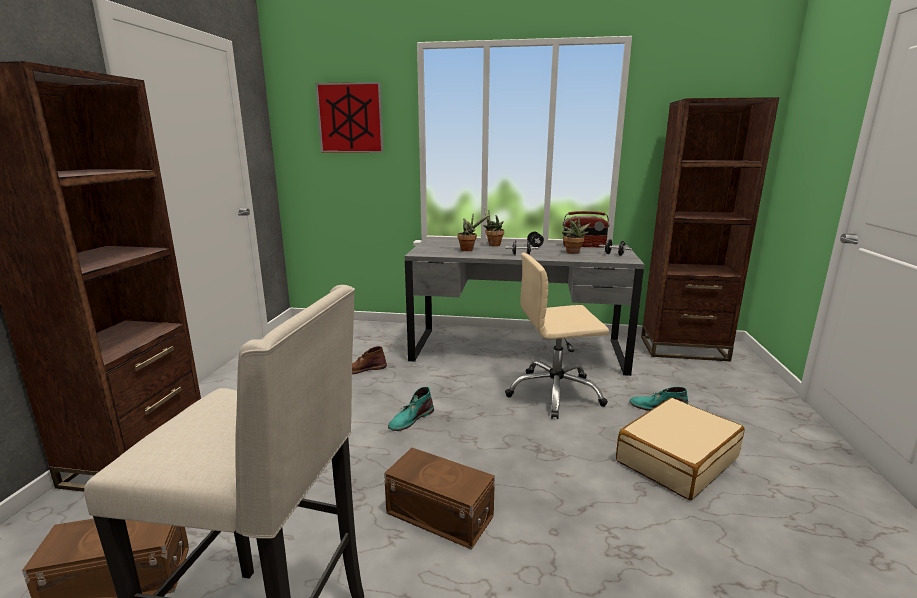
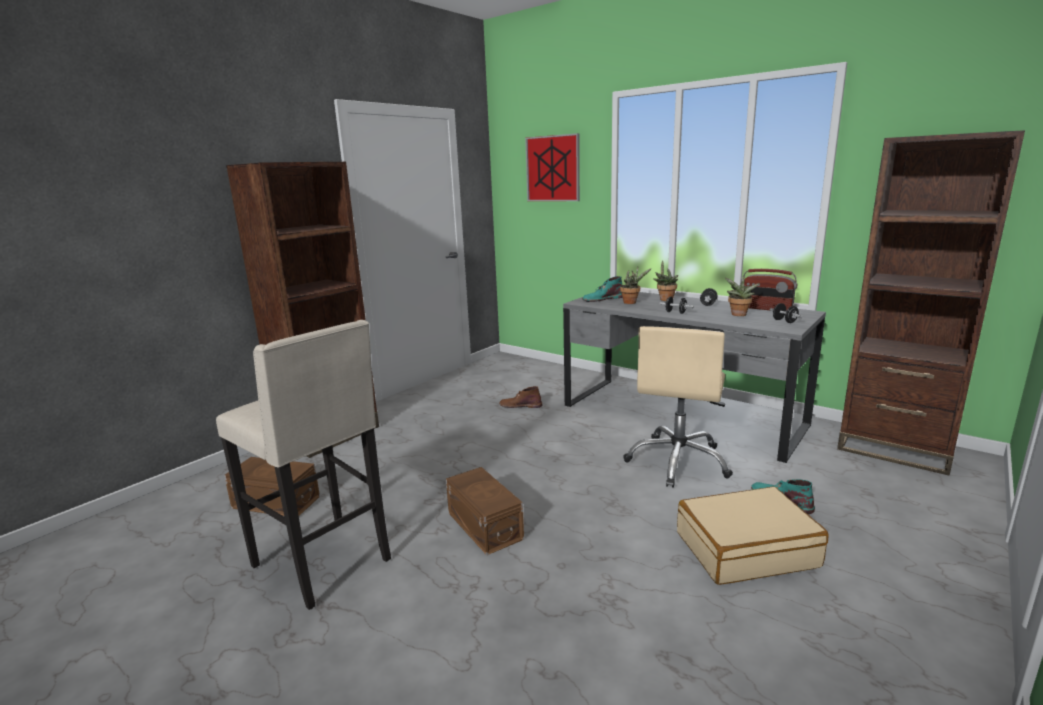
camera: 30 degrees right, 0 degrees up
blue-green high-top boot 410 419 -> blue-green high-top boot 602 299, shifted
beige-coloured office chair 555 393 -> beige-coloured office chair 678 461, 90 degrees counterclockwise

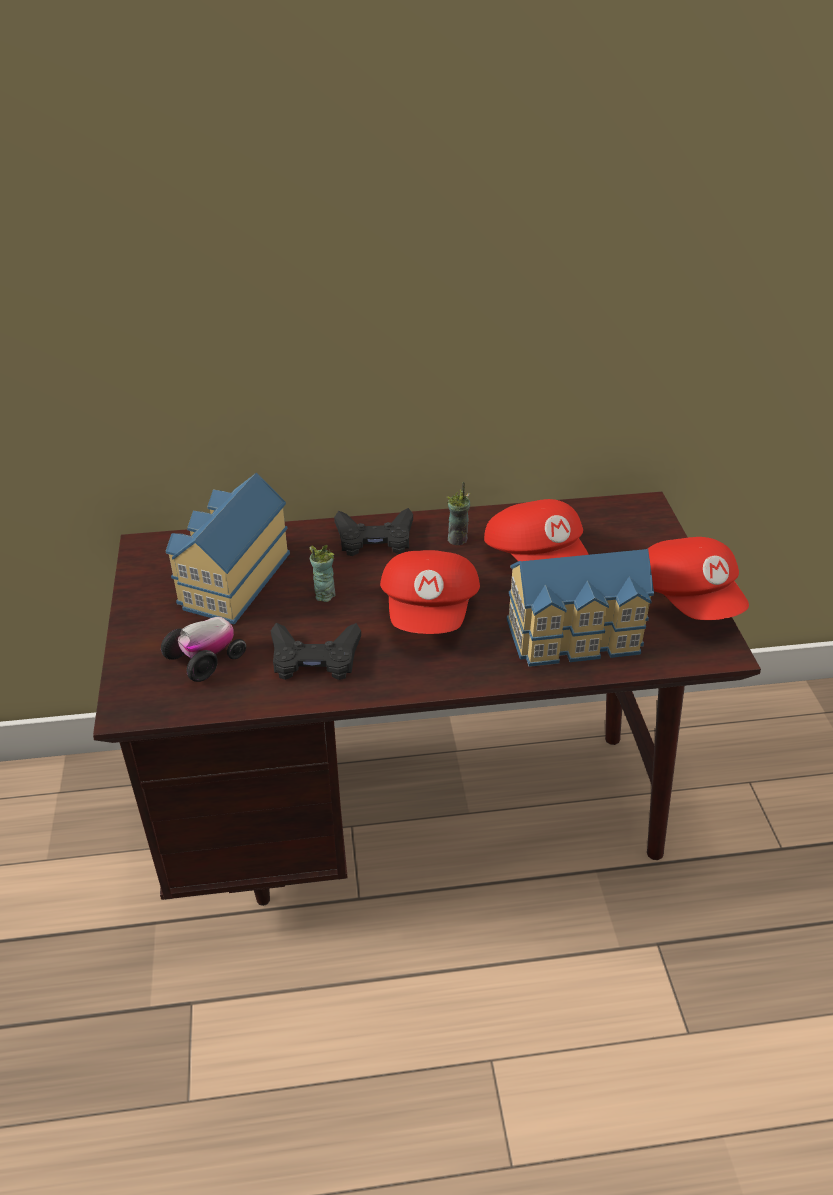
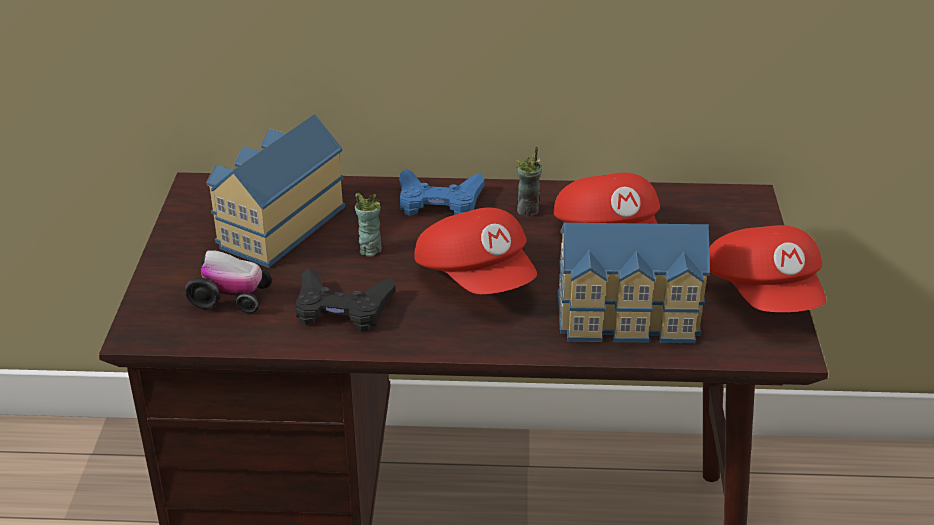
camera: 10 degrees right, 5 degrees down
miniature car 206 659 -> miniature car 231 297, 45 degrees clockwise
black game controller 374 539 -> blue game controller 439 201
red baseball cap 431 612 -> red baseball cap 477 277, 45 degrees counterclockwise

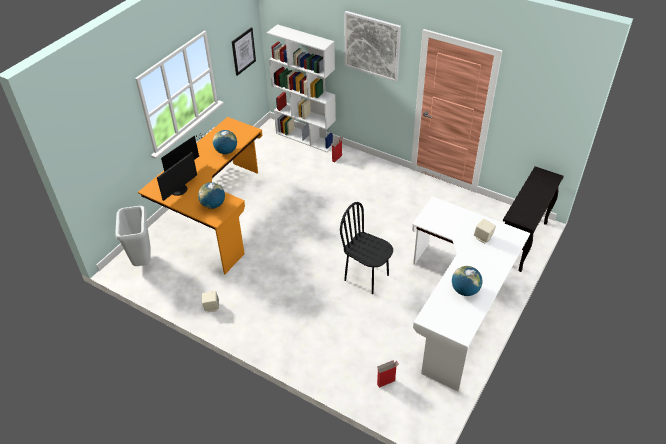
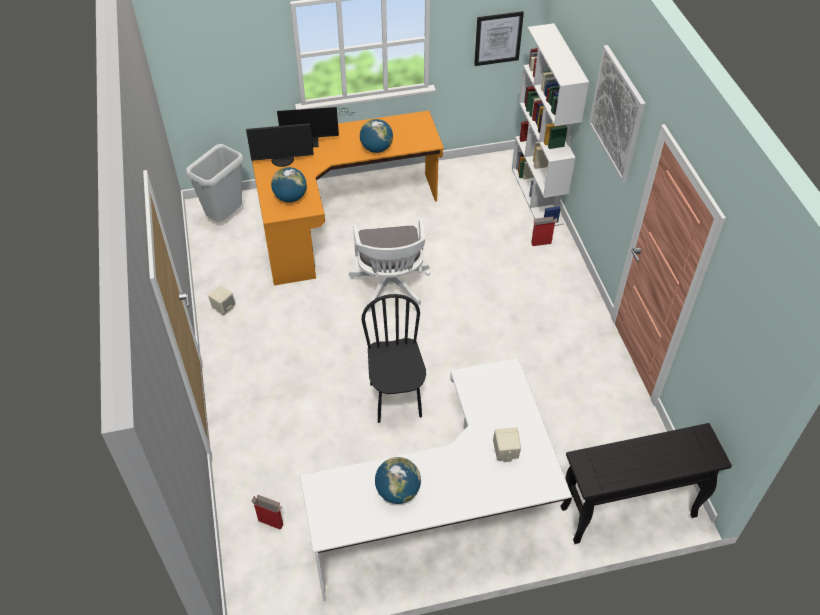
camera: 45 degrees right, 5 degrees up
none -> white office chair 391 288

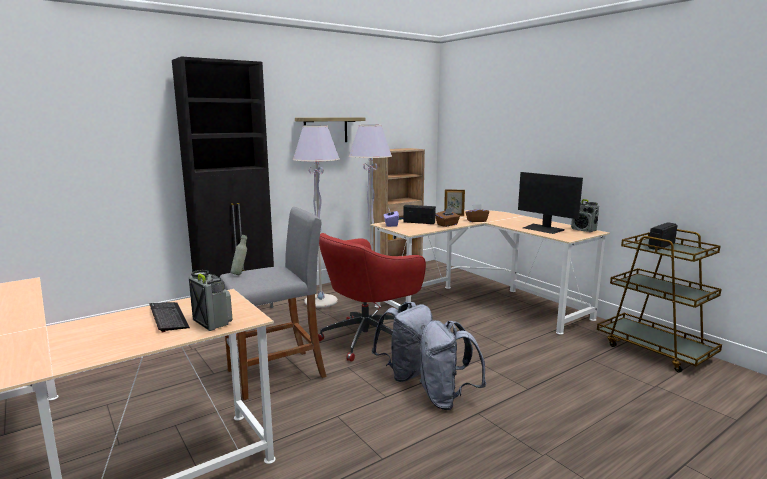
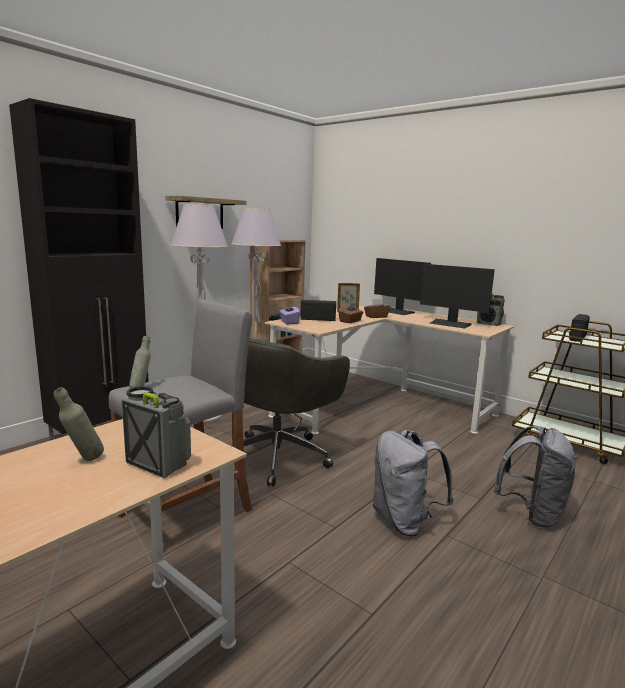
camera: 15 degrees left, 0 degrees up
computer keyboard 168 317 -> greyish beverage bottle 83 461
red office chair 368 338 -> greyish office chair 279 455
greyish rucksack 406 373 -> greyish rucksack 532 513, shifted
none -> computer screen 396 311

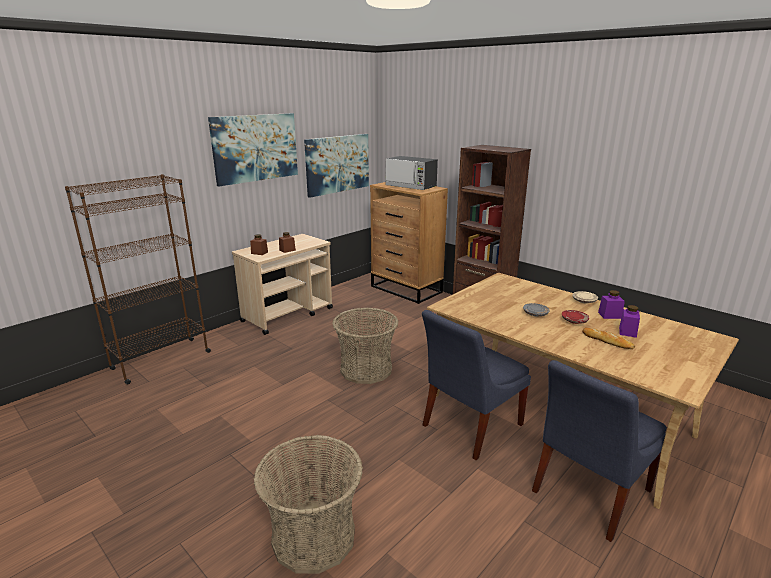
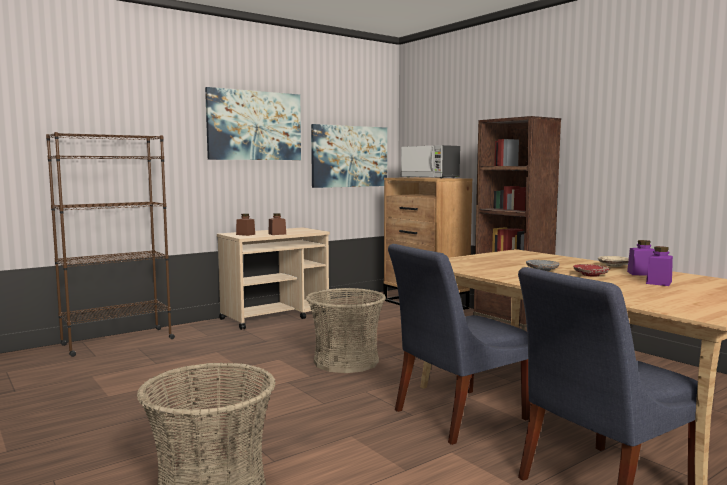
camera: 10 degrees right, 15 degrees down
bread 607 341 -> none

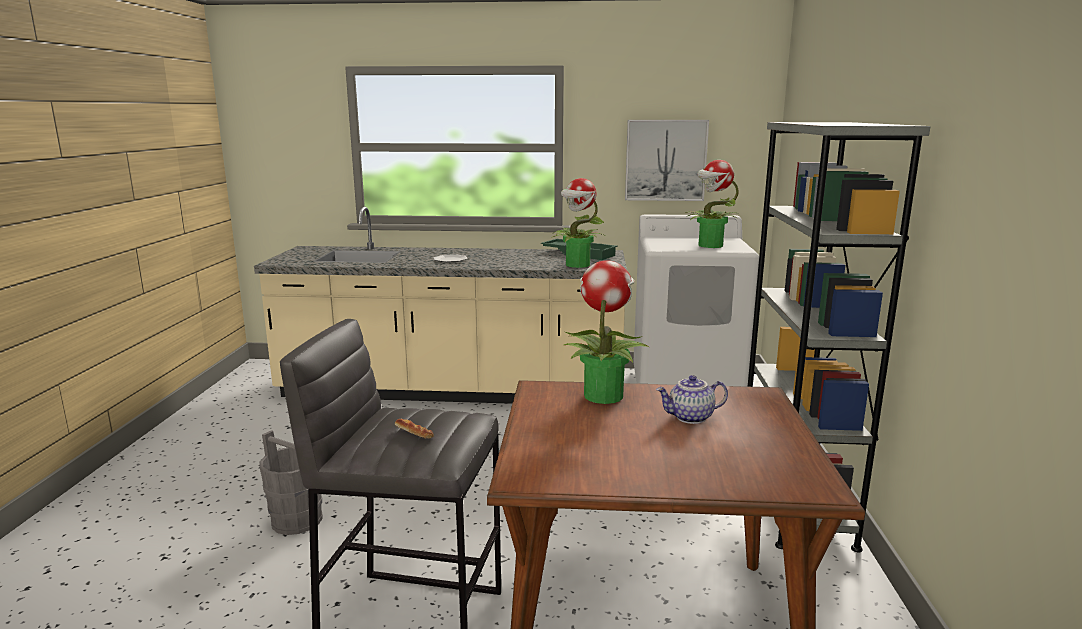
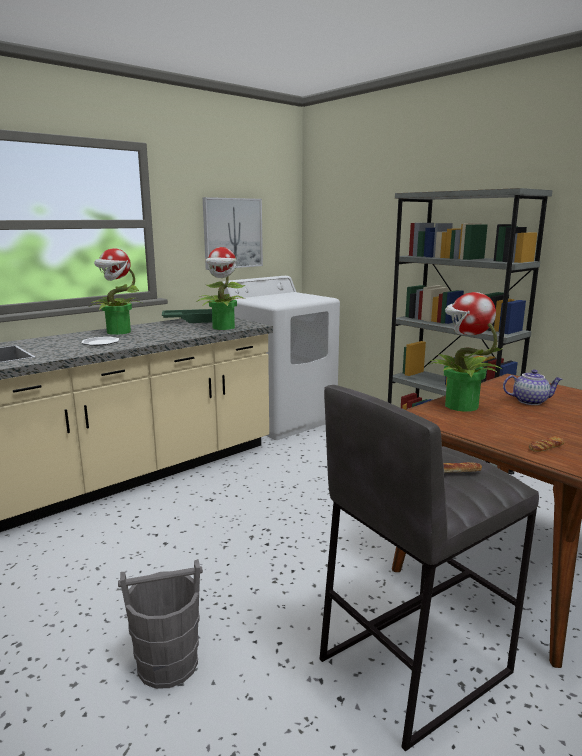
camera: 45 degrees left, 0 degrees up
pot for tea 690 418 -> pot for tea 530 401, 120 degrees counterclockwise
houseplant 709 245 -> houseplant 118 332, shifted
none -> bread 546 447

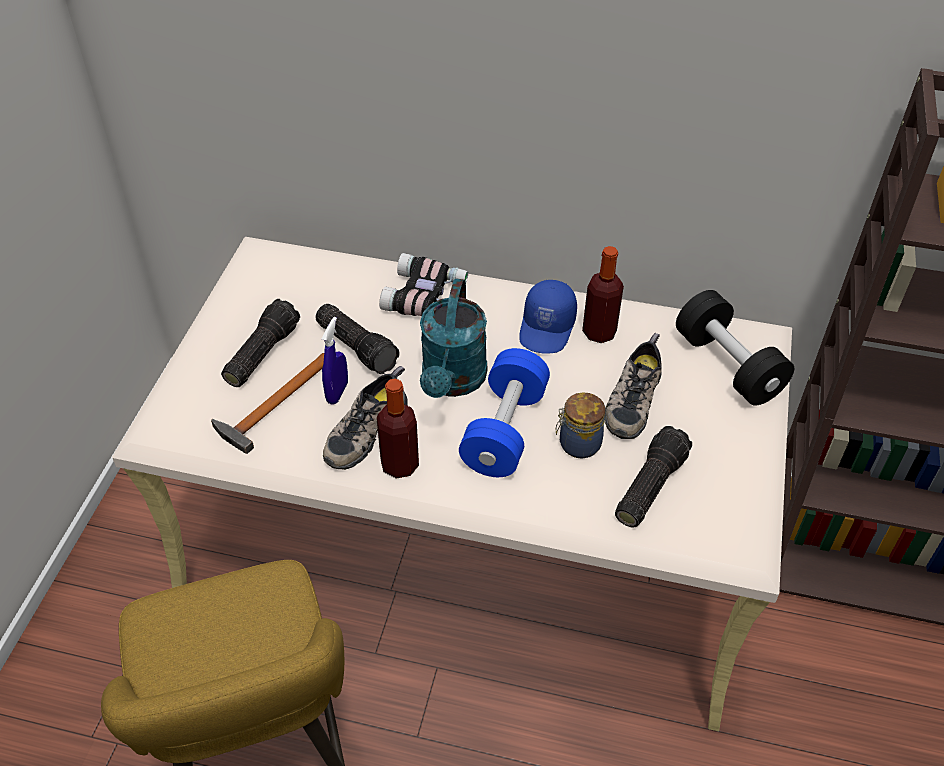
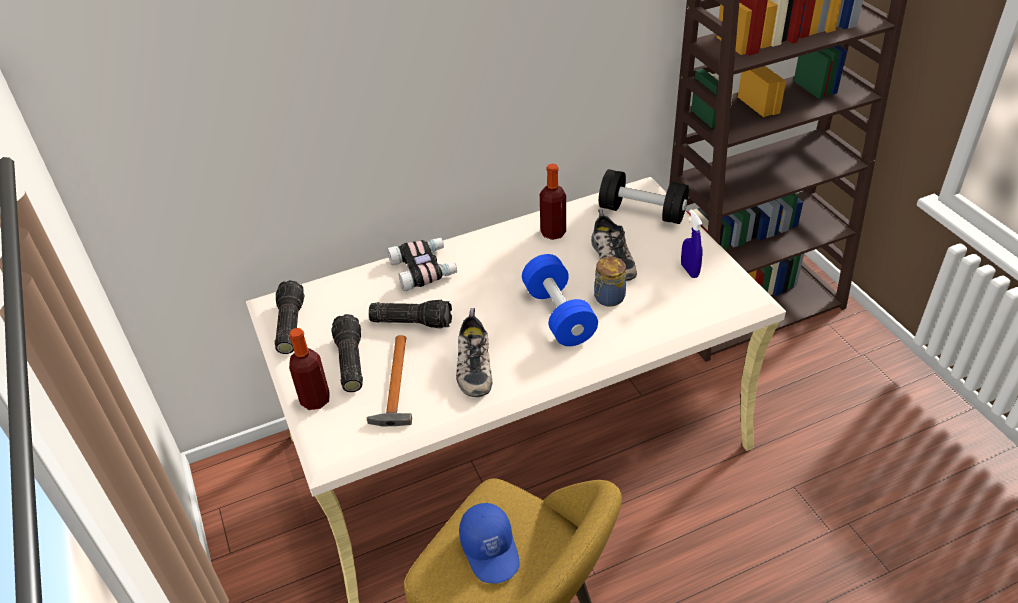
camera: 35 degrees left, 5 degrees down
blue sprayer 337 393 -> blue sprayer 689 270, shifted
beverage bottle 399 465 -> beverage bottle 315 400, shifted
blue-green watering pot 452 382 -> none
blue baseball cap 548 328 -> blue baseball cap 491 550, shifted
flashlight 648 485 -> flashlight 289 325, shifted

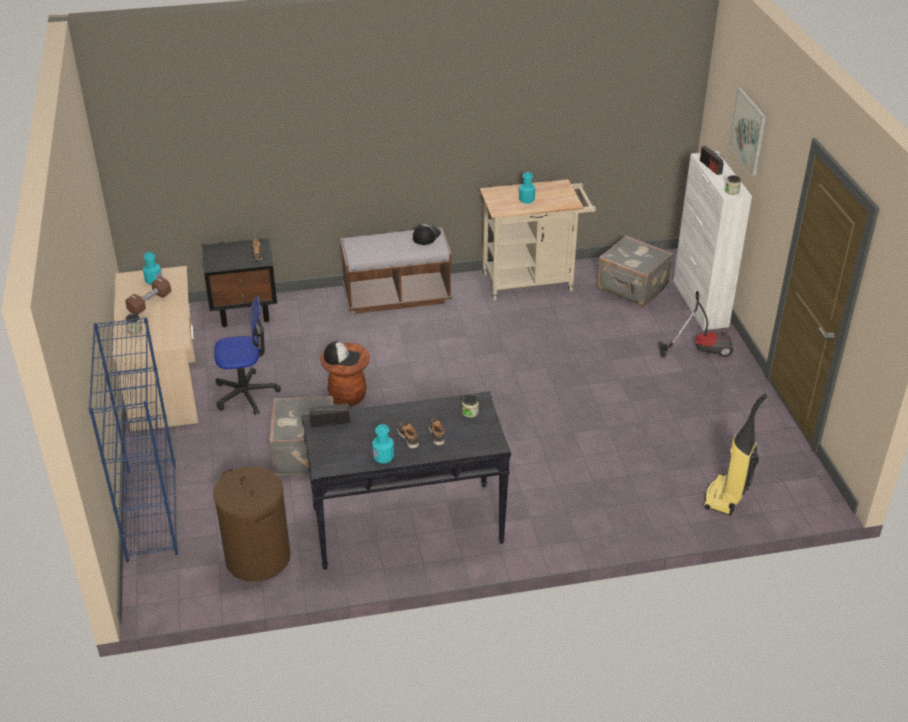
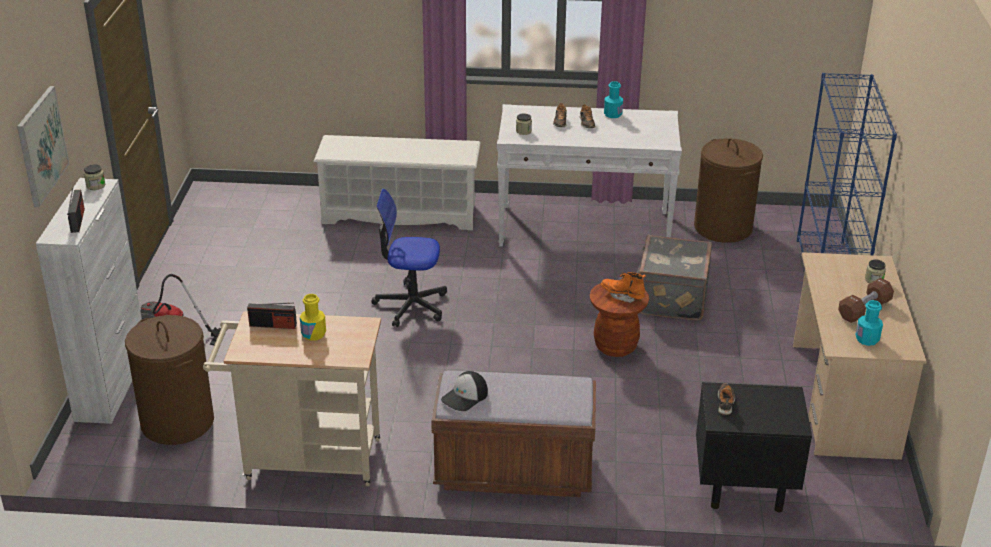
camera: 165 degrees left, 5 degrees down
office chair 246 394 -> office chair 411 305, shifted
black console table 406 526 -> white console table 585 229
radio receiver 330 422 -> radio receiver 273 325, shifted
baseball cap 342 357 -> orange-coloured high-top boot 622 295
blue-green beverage bottle 526 200 -> yellow-coloured beverage bottle 313 334
greyish suitcase 632 288 -> brown washing basket 177 422
hoover 725 497 -> none
none -> white shoe stand 400 213

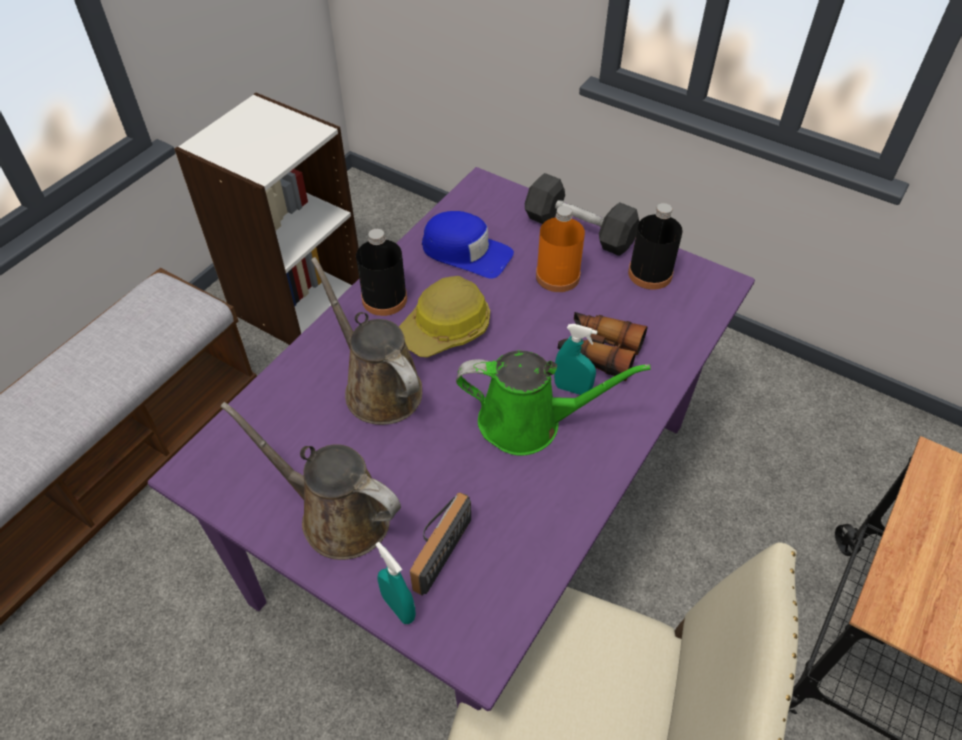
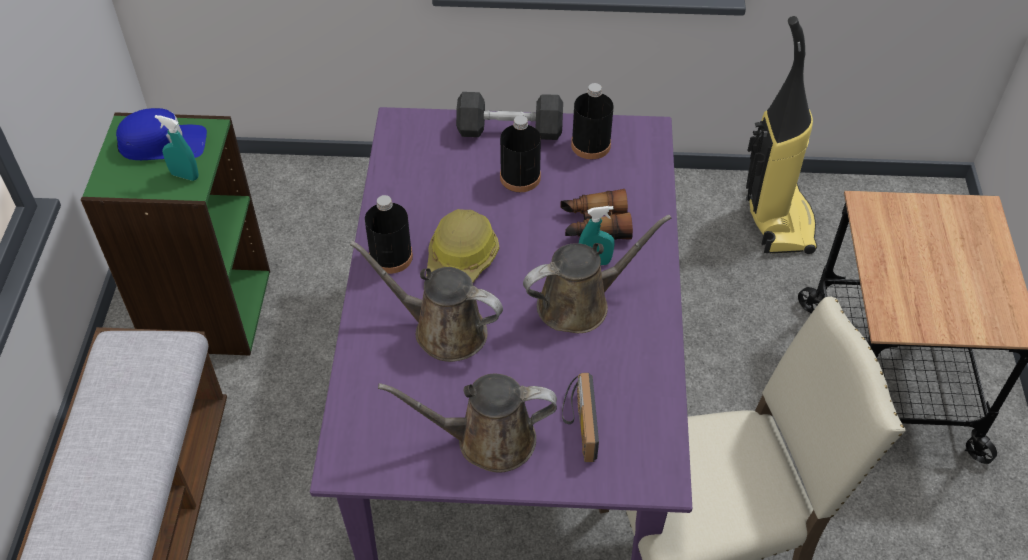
camera: 30 degrees left, 0 degrees up
white bookcase 297 301 -> green-coloured bookcase 207 309
blue-green sprayer 398 607 -> blue-green sprayer 185 175, shifted
blue baseball cap 466 252 -> blue baseball cap 163 143, shifted
green-coloured watering pot 528 422 -> brown watering pot 580 303
orange-coloured beverage bottle 557 276 -> black beverage bottle 520 177
none -> hoover 776 220

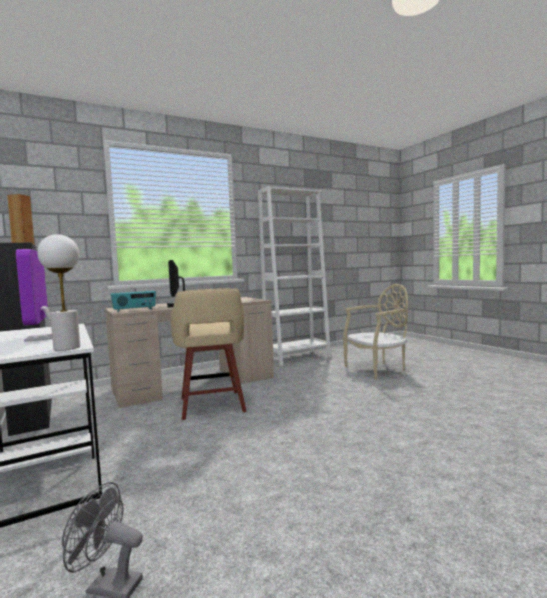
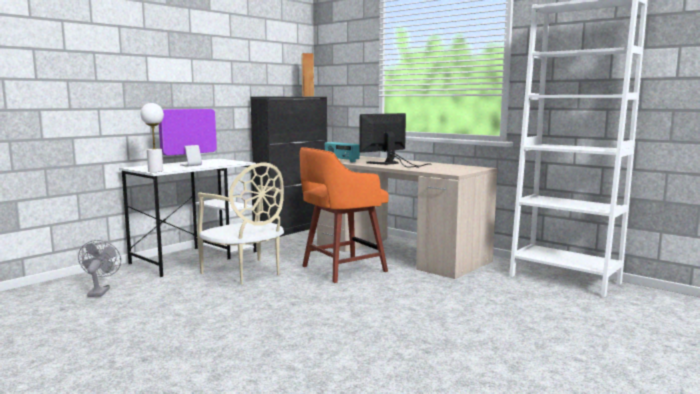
camera: 70 degrees right, 5 degrees up
beige-coloured stool 211 405 -> orange-coloured stool 341 269
beige-coloured plain chair 377 370 -> beige-coloured plain chair 245 273, shifted

